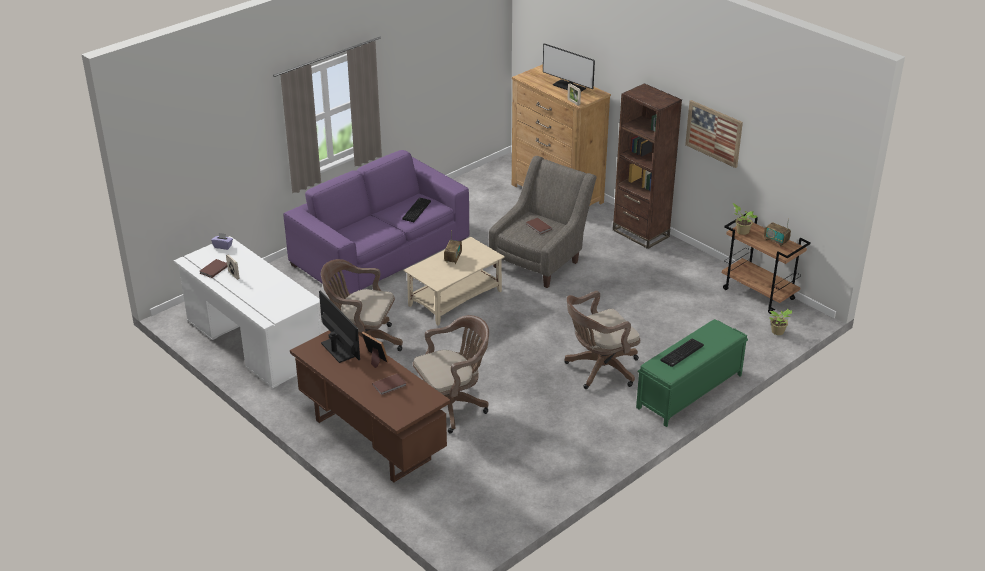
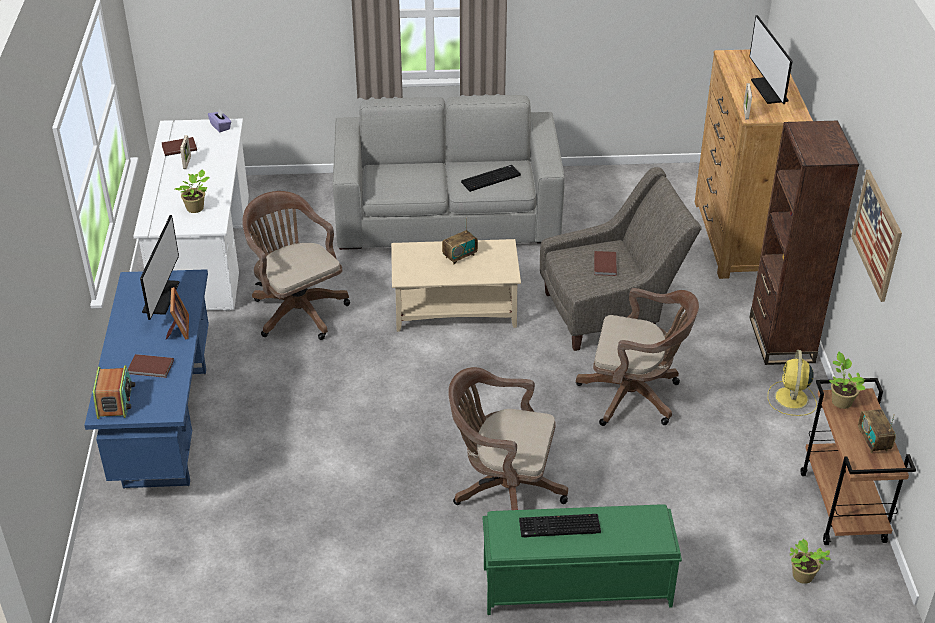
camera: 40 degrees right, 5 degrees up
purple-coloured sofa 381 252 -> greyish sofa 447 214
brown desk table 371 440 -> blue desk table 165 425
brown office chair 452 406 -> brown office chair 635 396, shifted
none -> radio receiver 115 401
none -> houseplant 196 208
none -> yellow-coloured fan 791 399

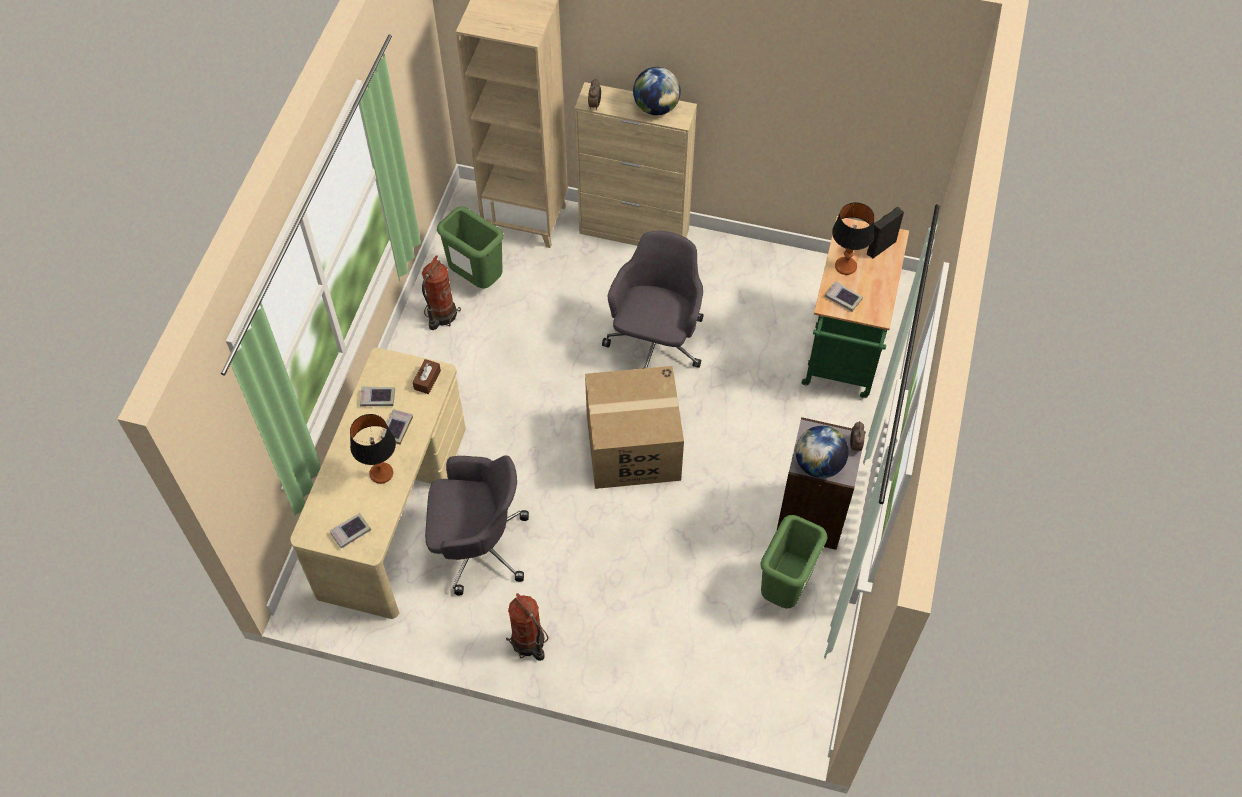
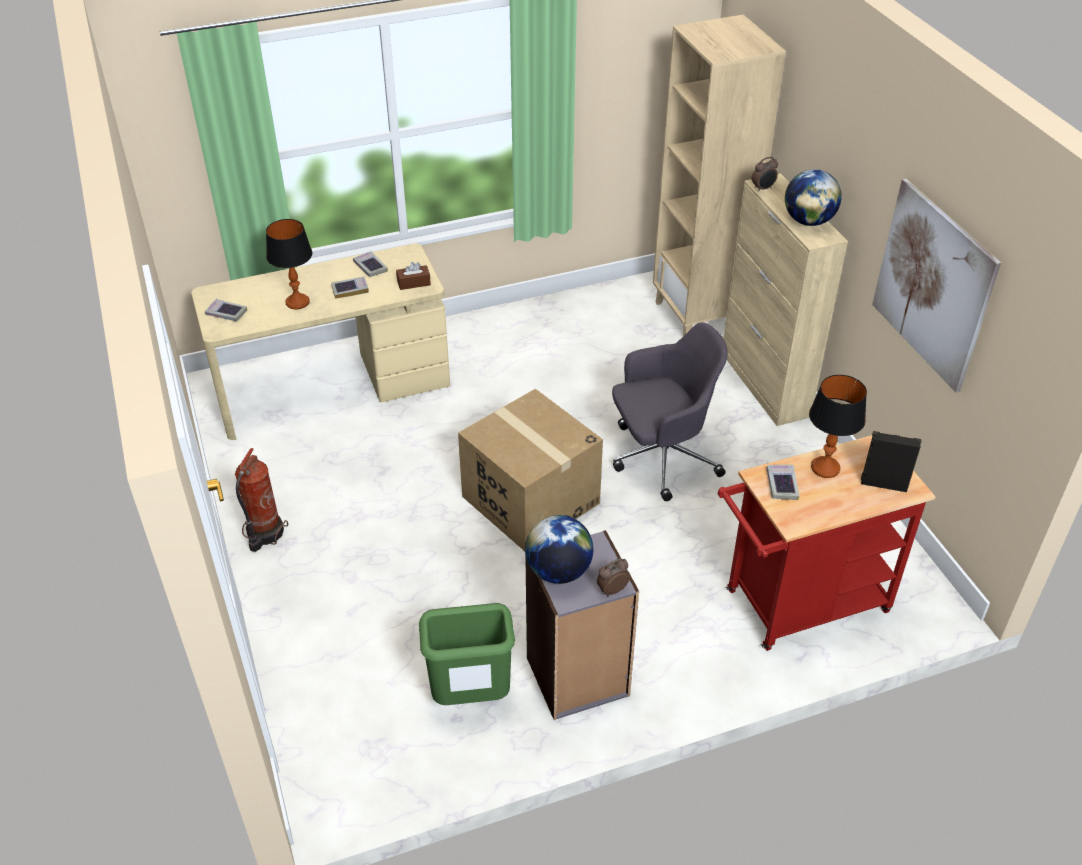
camera: 55 degrees right, 15 degrees down
extinguisher 441 315 -> none
greyish office chair 477 545 -> none
green-coloured waste bin 476 279 -> none
green-coloured trolley 843 356 -> red trolley 798 605
none -> wall picture 933 285

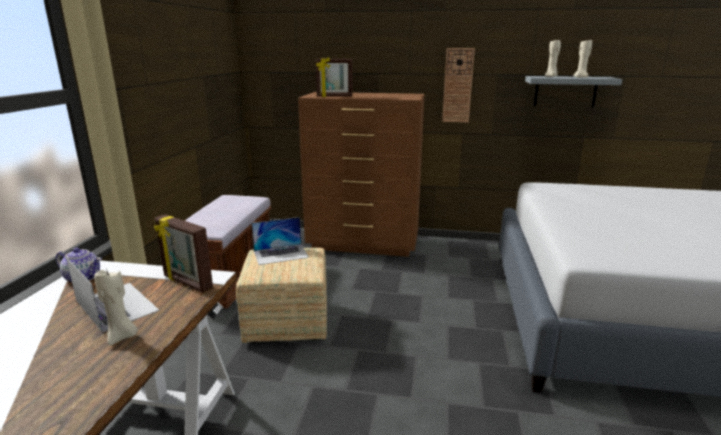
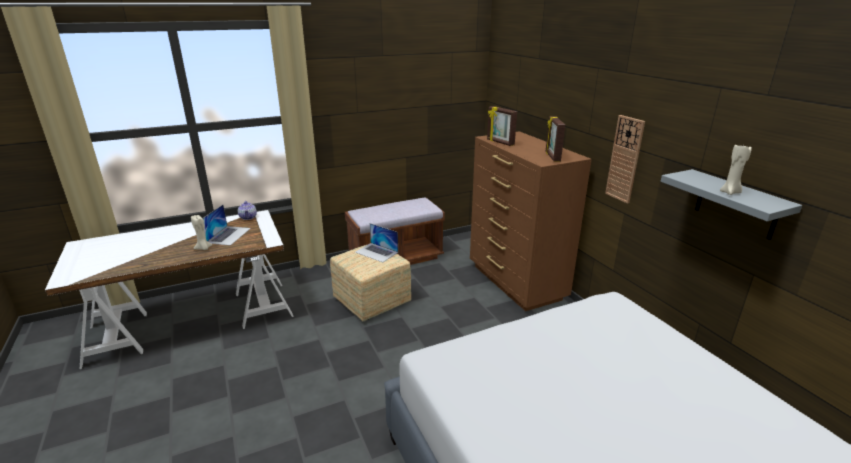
camera: 55 degrees right, 5 degrees up
photo frame 187 283 -> photo frame 552 157, shifted
beige-coloured wax light 551 76 -> none

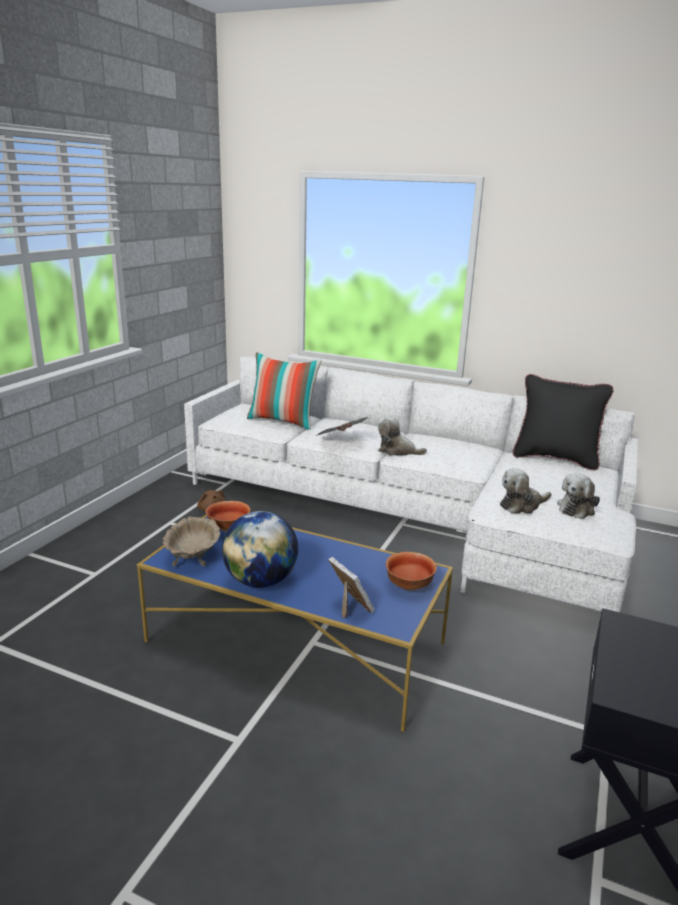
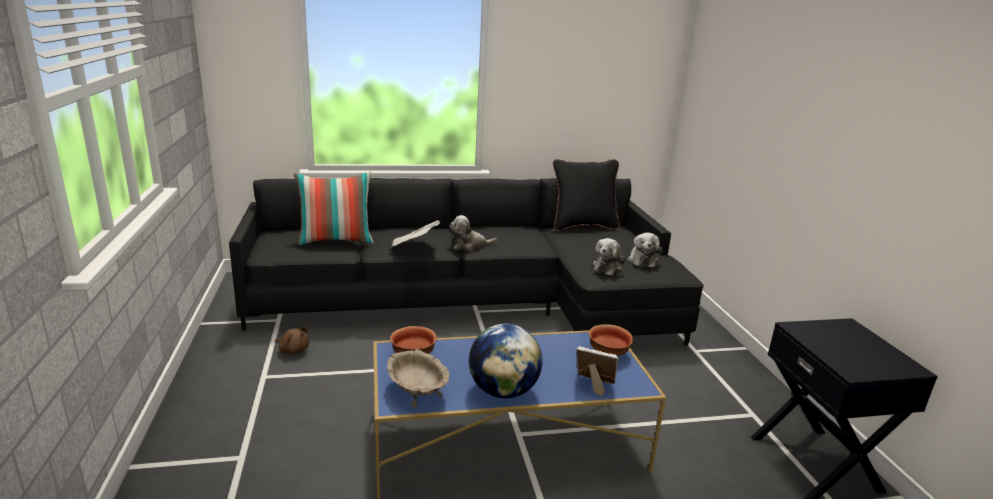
camera: 35 degrees left, 0 degrees up
white sofa 412 515 -> black sofa 478 302

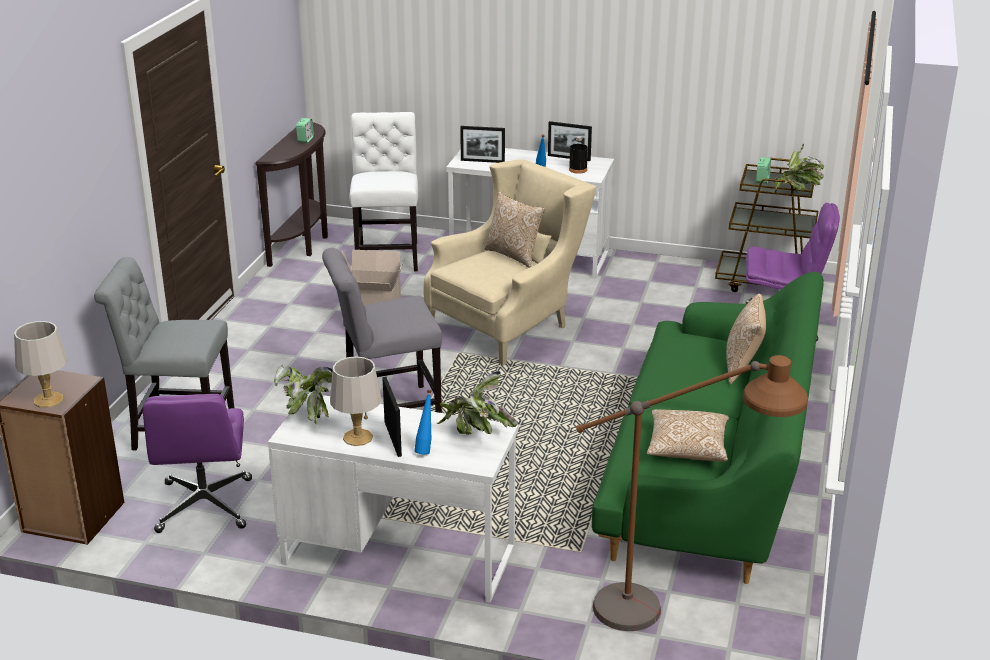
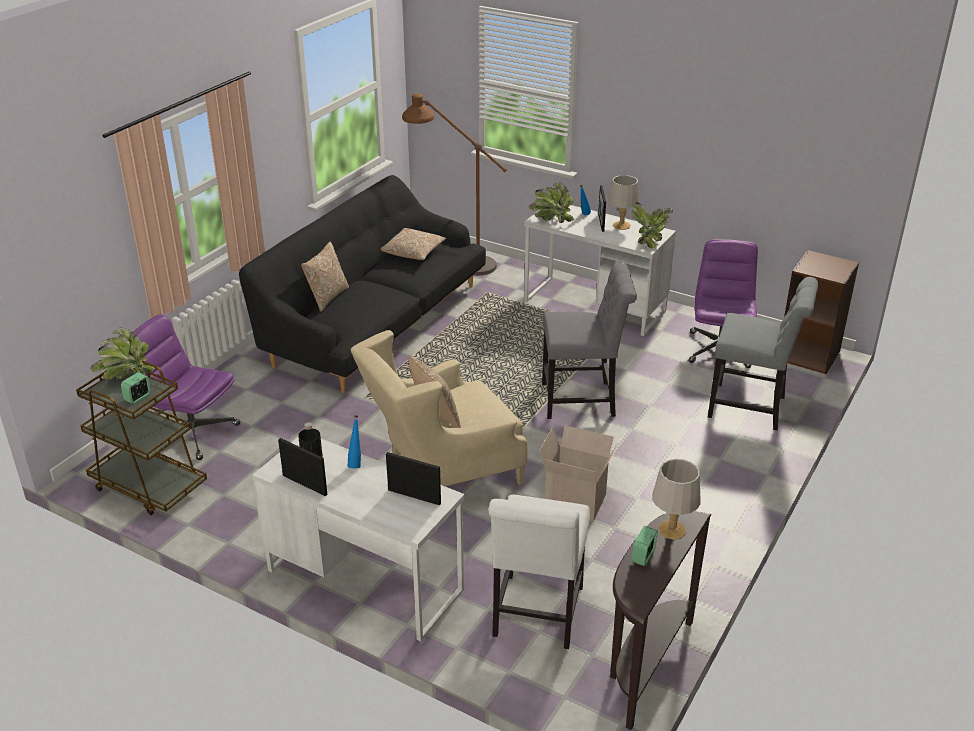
camera: 165 degrees left, 5 degrees up
greyish table lamp 49 399 -> greyish table lamp 672 530, shifted
green-coloured sofa 709 471 -> black sofa 374 323

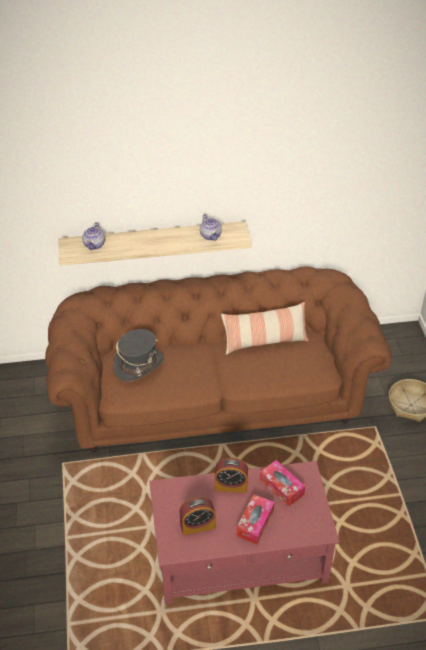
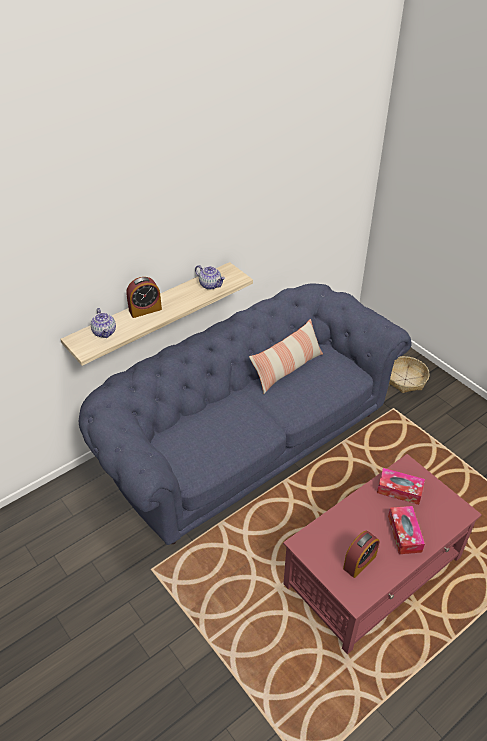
camera: 30 degrees left, 0 degrees up
brown sofa 213 395 -> blue sofa 244 440
greyish wearable hat 138 364 -> none
table clock 231 486 -> table clock 145 310, shifted

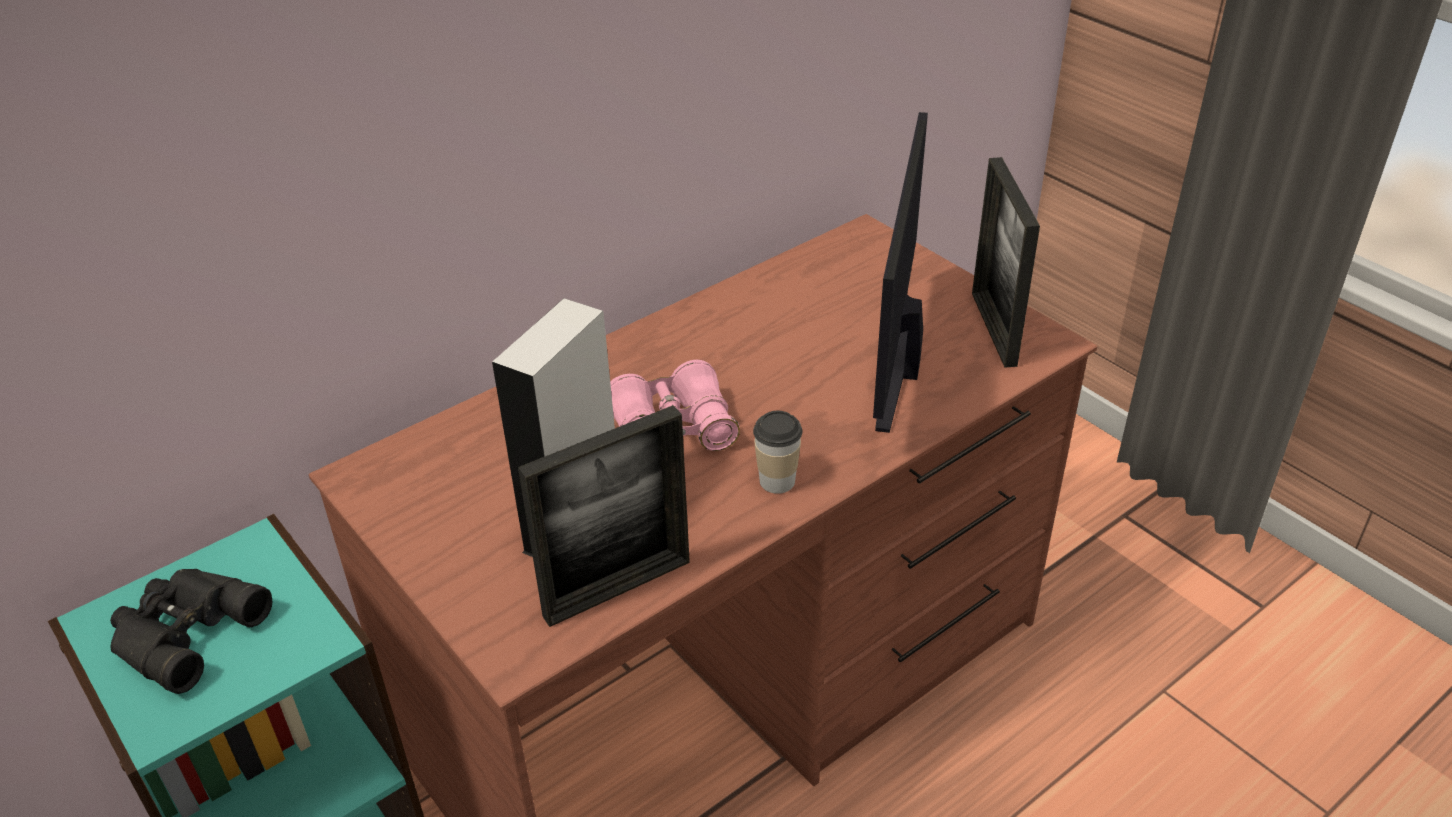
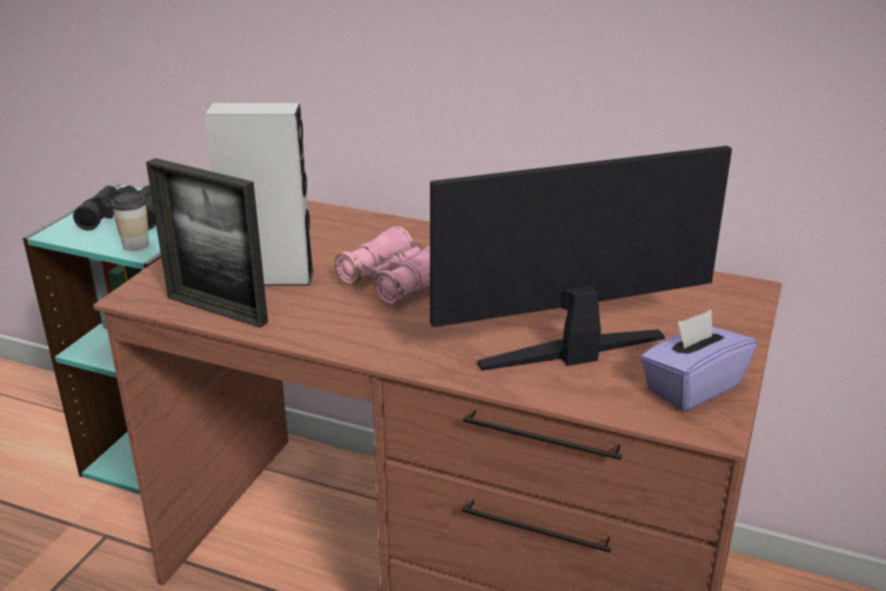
camera: 60 degrees right, 10 degrees down
cup 777 481 -> cup 136 245, shifted
photo frame 993 328 -> purple-coloured tissue holder 692 387

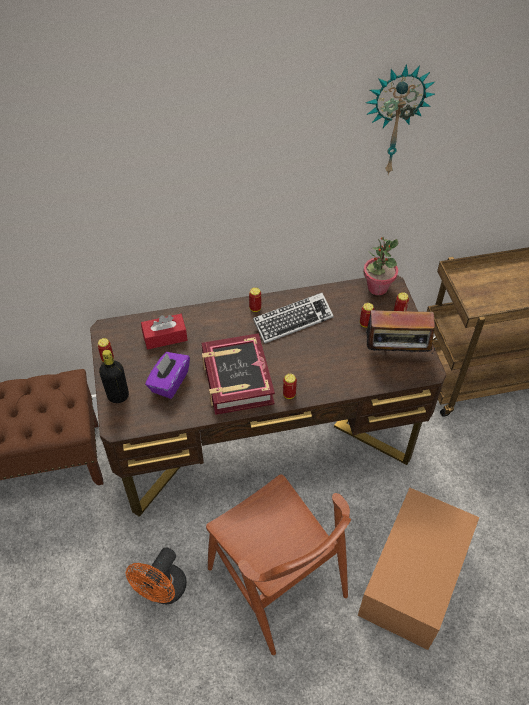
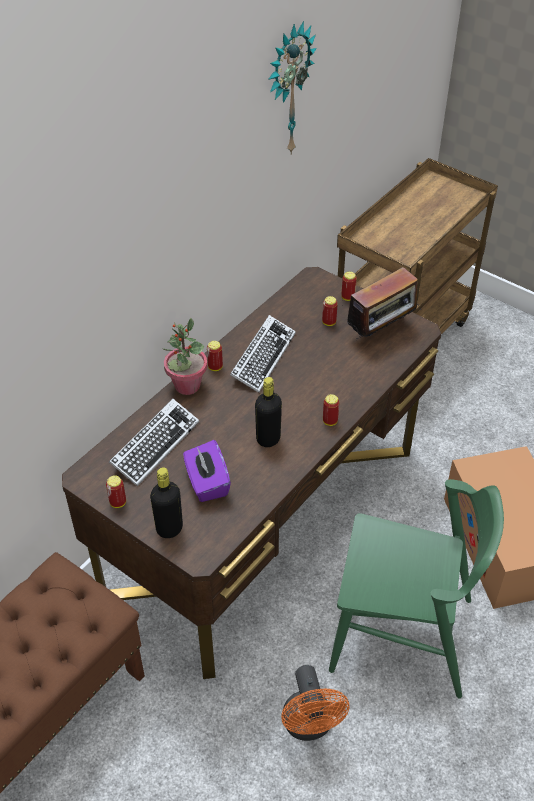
camera: 40 degrees left, 5 degrees down
red tissue holder 165 337 -> computer keyboard 155 445
bound book 236 379 -> black beverage bottle 268 439
brown plain chair 277 582 -> green-coloured plain chair 402 634
houseplant 377 288 -> houseplant 187 385, shifted

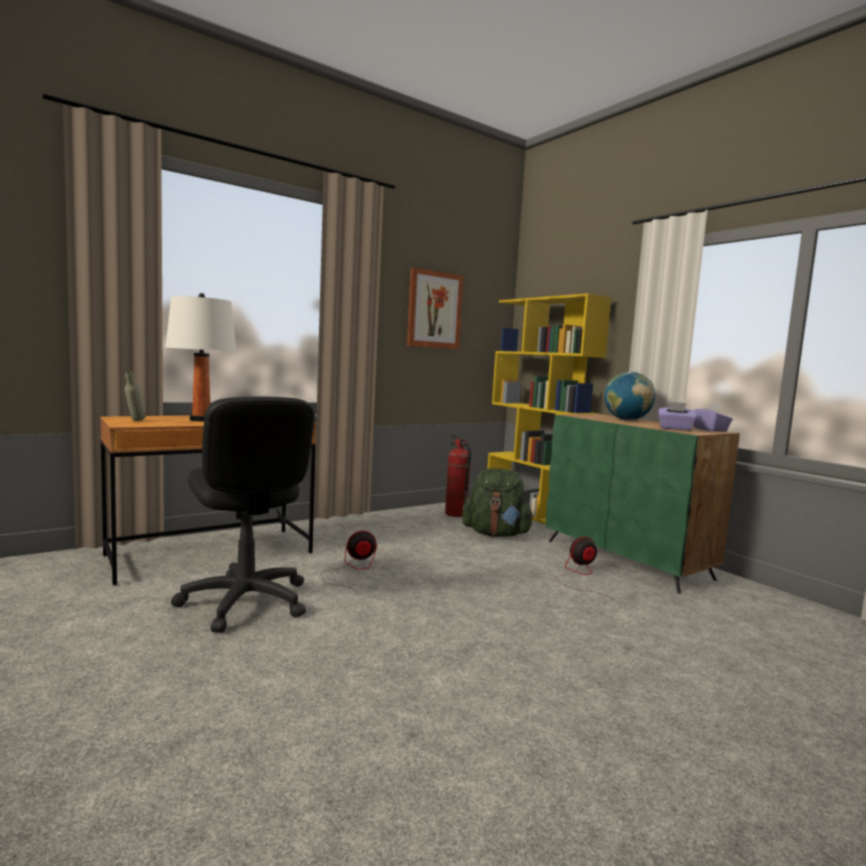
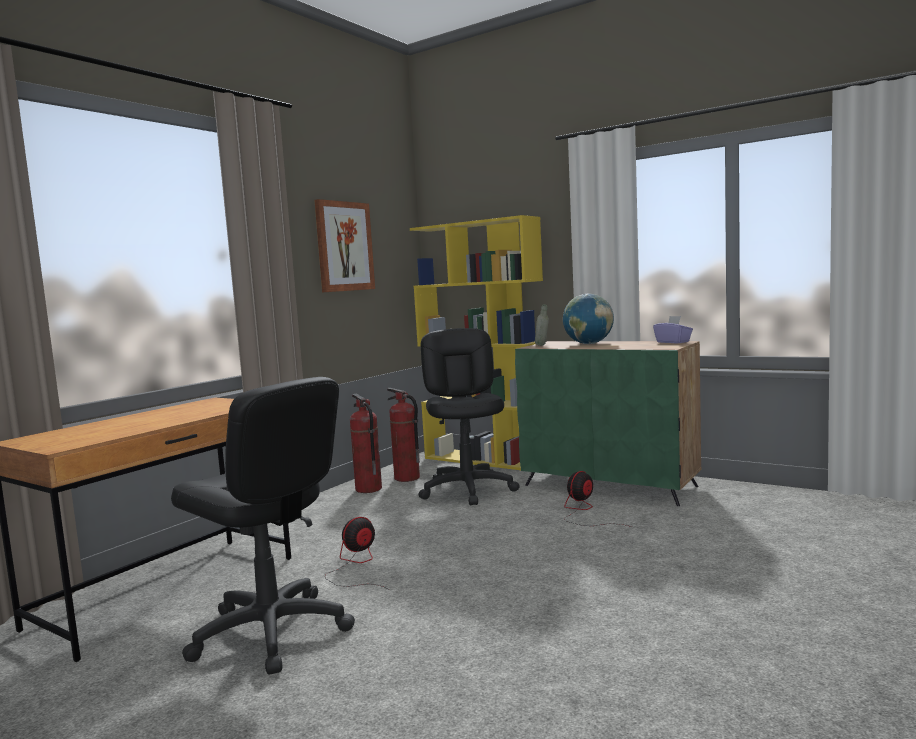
camera: 20 degrees left, 0 degrees up
greyish beverage bottle 135 421 -> greyish beverage bottle 542 345, shifted
white table lamp 201 420 -> none
green-coloured rucksack 496 534 -> black office chair 468 490
purple-coloured tissue holder 675 428 -> none
none -> extinguisher 368 489

